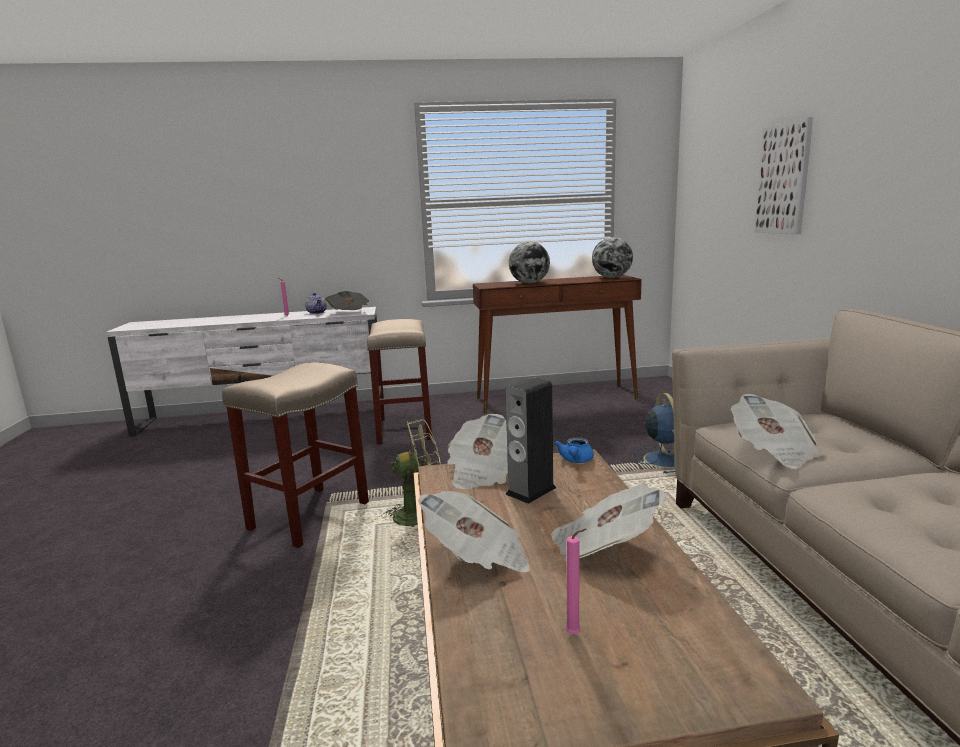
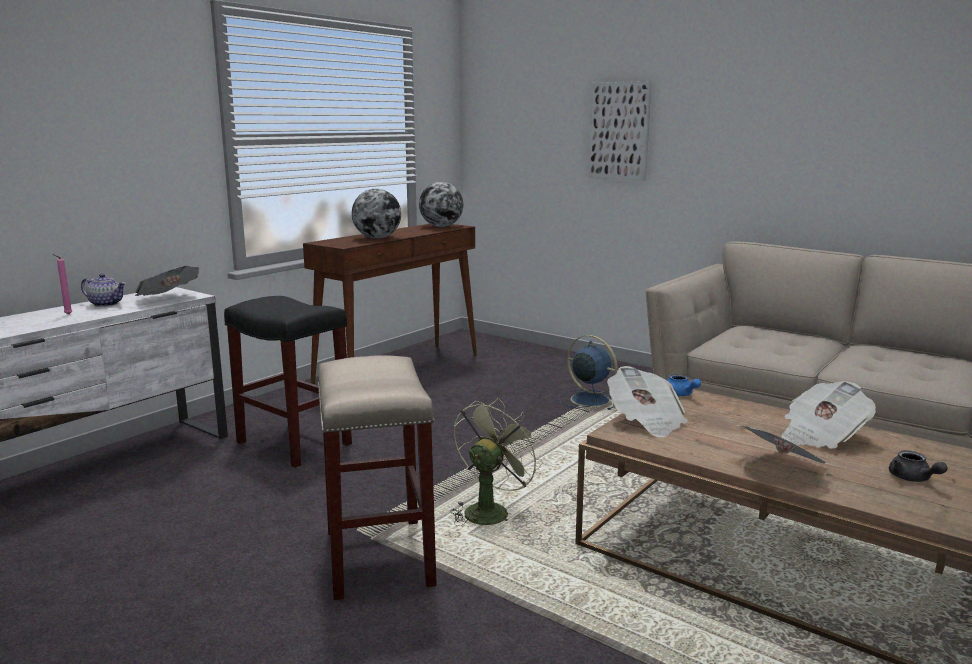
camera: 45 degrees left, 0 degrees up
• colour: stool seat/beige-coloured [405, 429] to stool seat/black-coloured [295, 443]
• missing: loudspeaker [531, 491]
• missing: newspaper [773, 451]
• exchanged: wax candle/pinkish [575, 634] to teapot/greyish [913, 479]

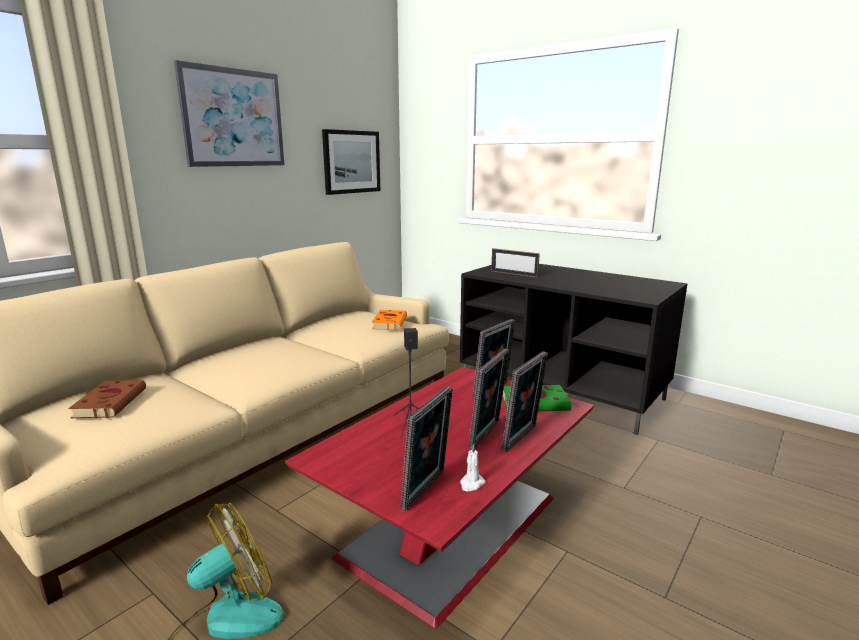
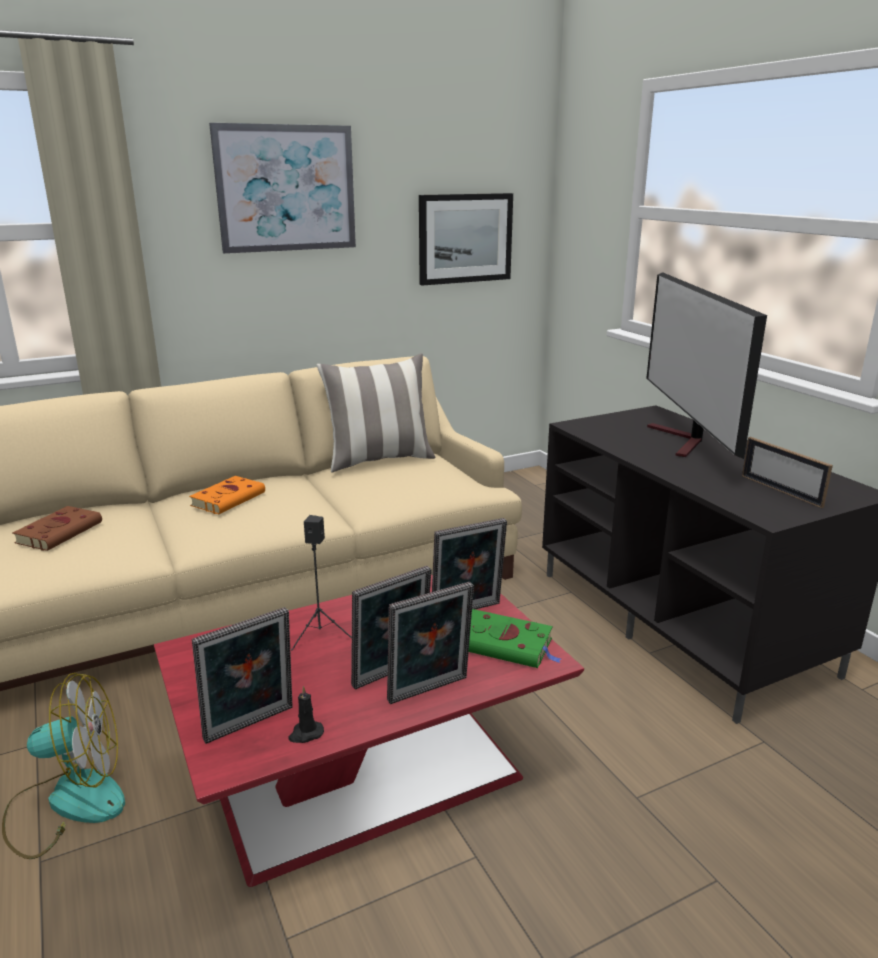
camera: 25 degrees right, 5 degrees up
• relocated: standing frame [514, 274] to [780, 491]
• relocated: book/orange [389, 322] to [230, 498]
• colour: wax candle/white [471, 484] to wax candle/black-coloured [305, 734]
• appeared: TV set [683, 441]
• appeared: throw pillow [379, 460]

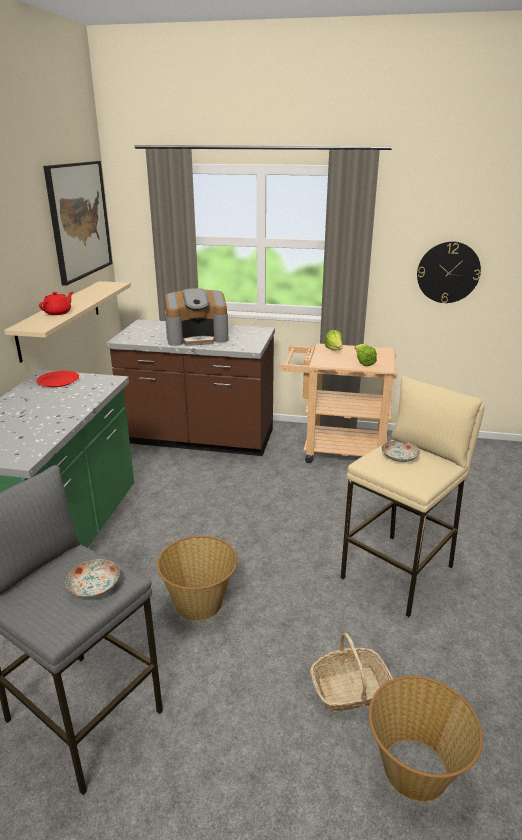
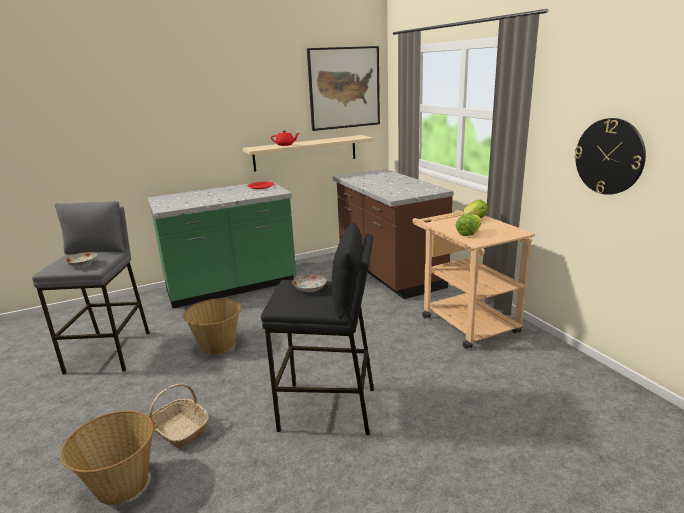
camera: 55 degrees right, 5 degrees down
• missing: coffee maker [197, 337]
• colour: stool seat/beige-coloured [399, 573] to stool seat/black-coloured [328, 409]

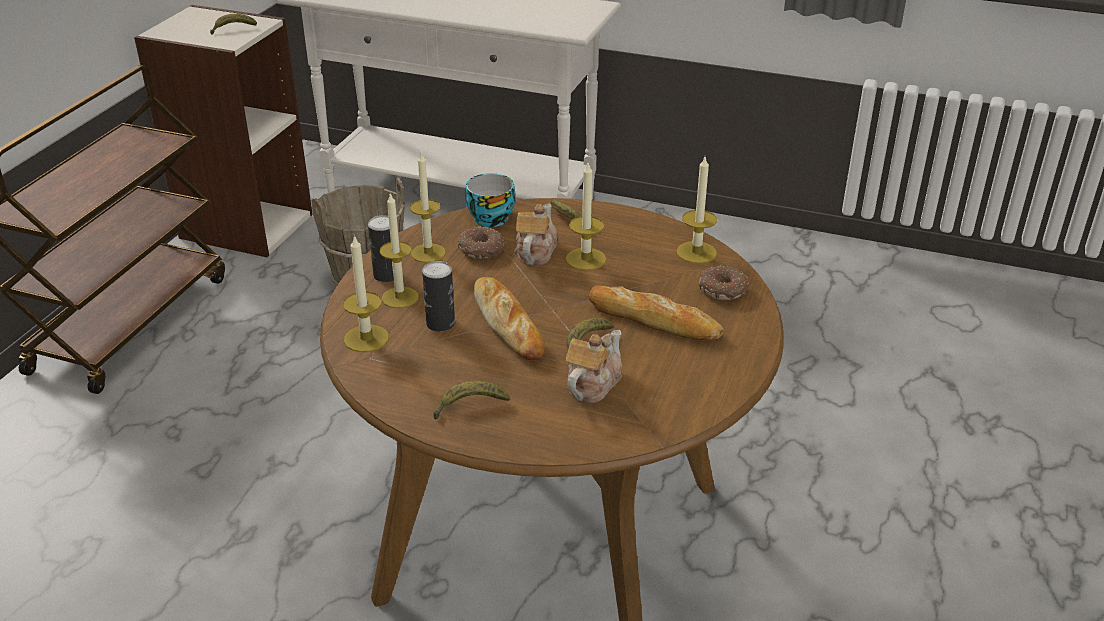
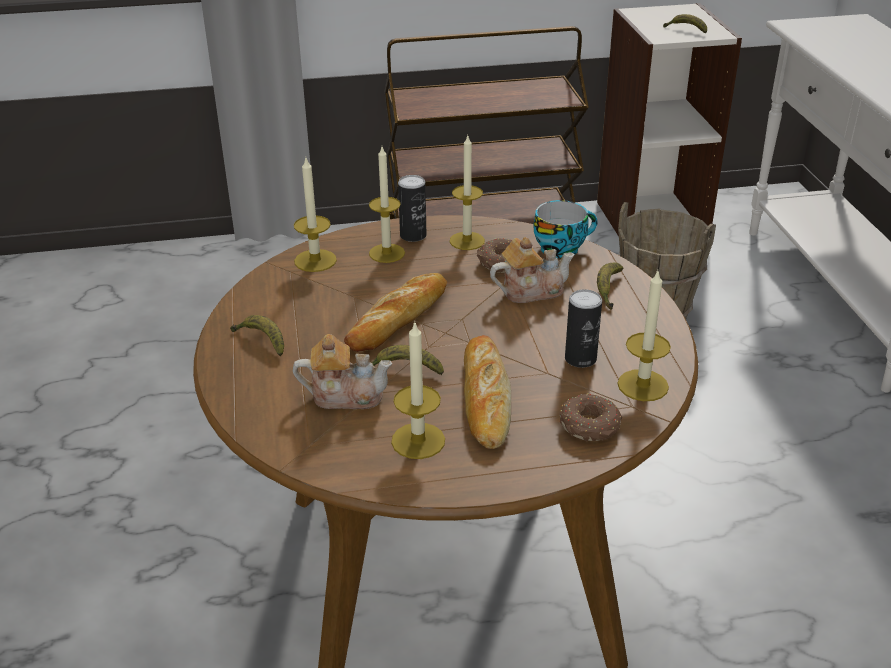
camera: 60 degrees right, 0 degrees up
• relocated: wax candle [585, 259] to [418, 441]
• relocated: sealed can [440, 324] to [580, 359]

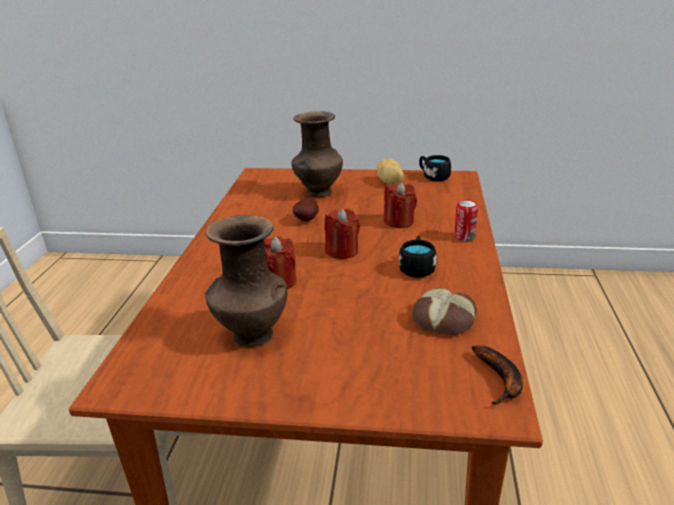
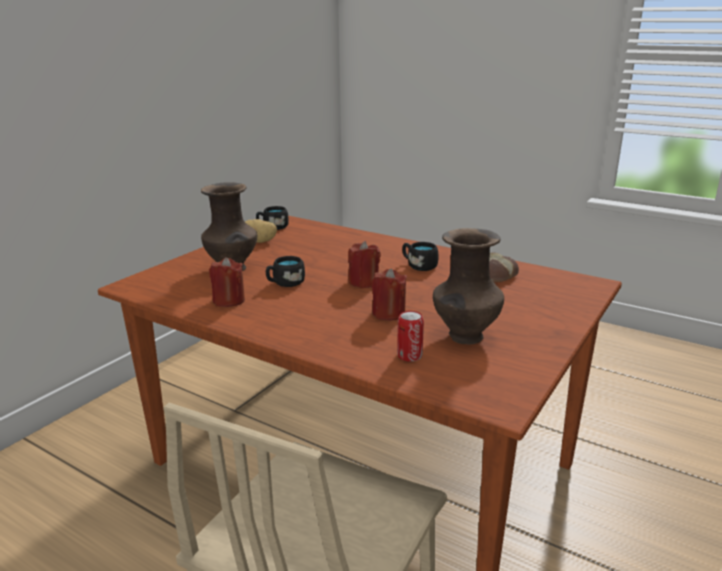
camera: 65 degrees left, 5 degrees down
• relocated: wax candle/red-coloured [399, 222] to [229, 300]
• exchanged: spud [307, 220] to tea mug/black-coloured [285, 283]
• relocated: sealed can [464, 237] to [409, 356]
• missing: banana [501, 380]

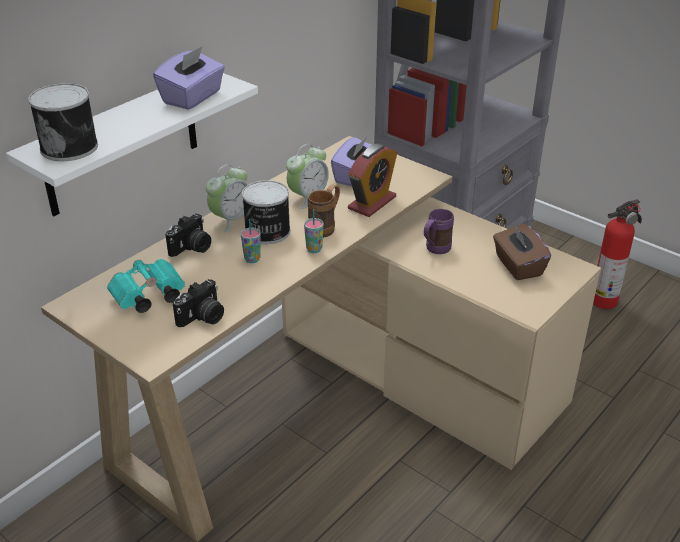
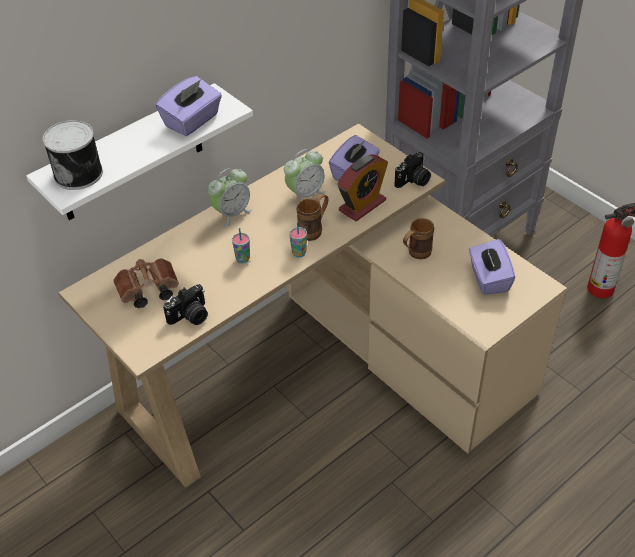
camera: 10 degrees right, 10 degrees up
• missing: sealed can [267, 232]
• colour: tea mug/purple [434, 250] to tea mug/brownish [415, 254]
• relocated: photo camera [192, 248] to [413, 181]
• colour: box of tissues/brownish [518, 266] to box of tissues/purple [488, 279]
• colour: binoculars/turquoise [147, 298] to binoculars/brownish [147, 292]

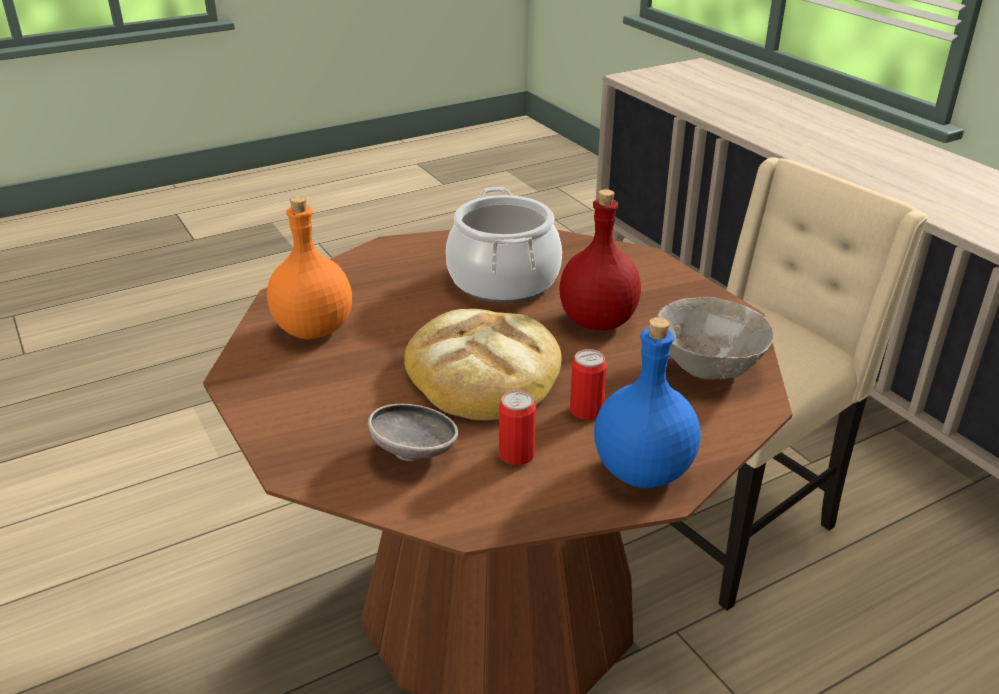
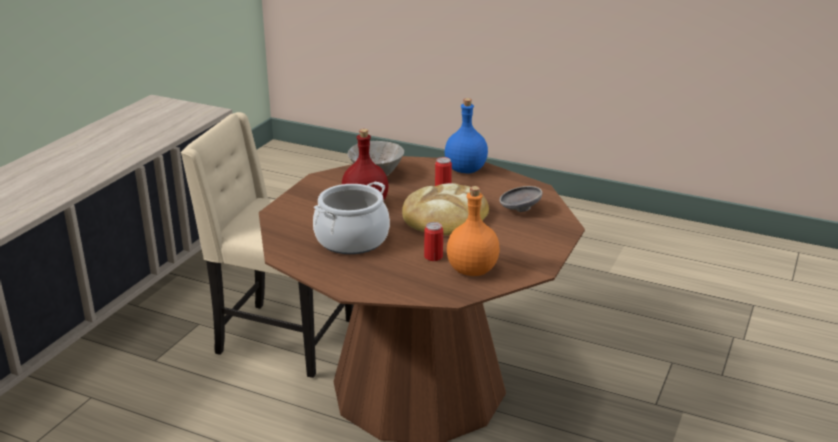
camera: 125 degrees left, 5 degrees down
• relocated: sealed can [516, 455] to [433, 257]

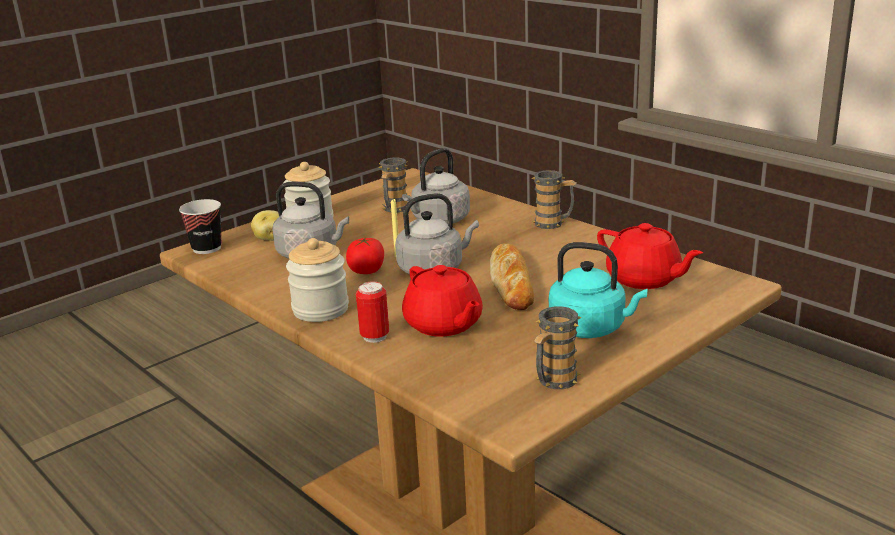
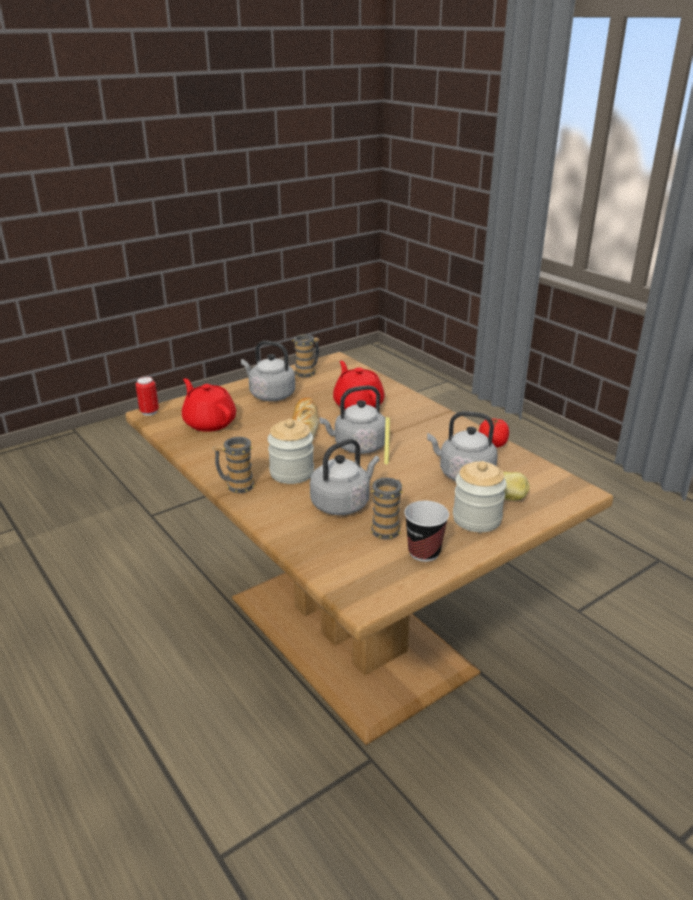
camera: 175 degrees left, 5 degrees up
• relocated: cup [207, 248] to [424, 552]
• relocated: fresh tomato [366, 271] to [492, 444]
• relocated: jar [320, 309] to [291, 473]
• colour: kettle/turquoise [591, 328] to kettle/greyish [270, 395]
• relocated: sealed can [375, 337] to [149, 412]

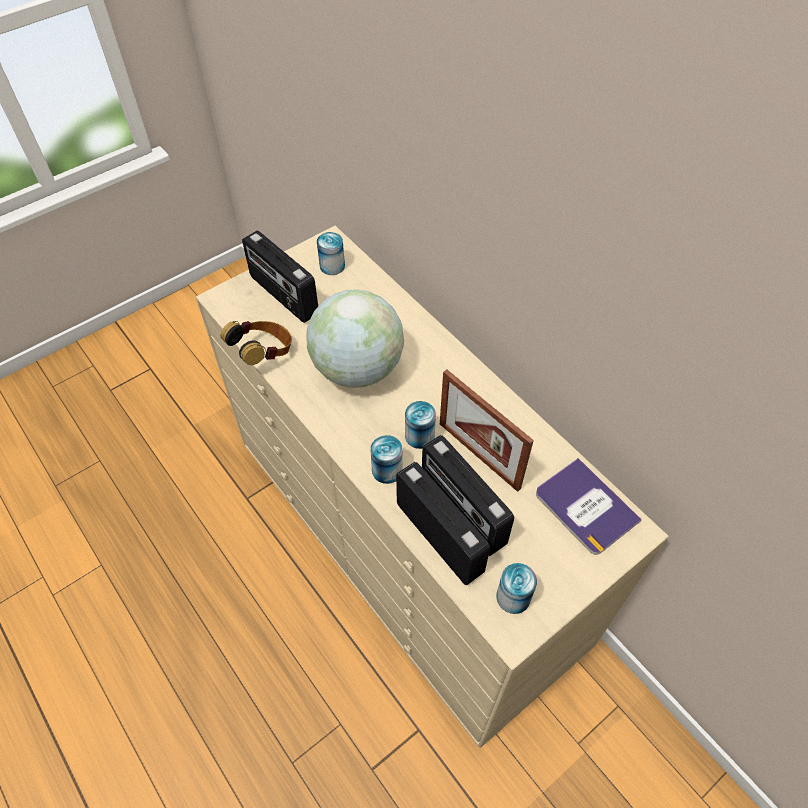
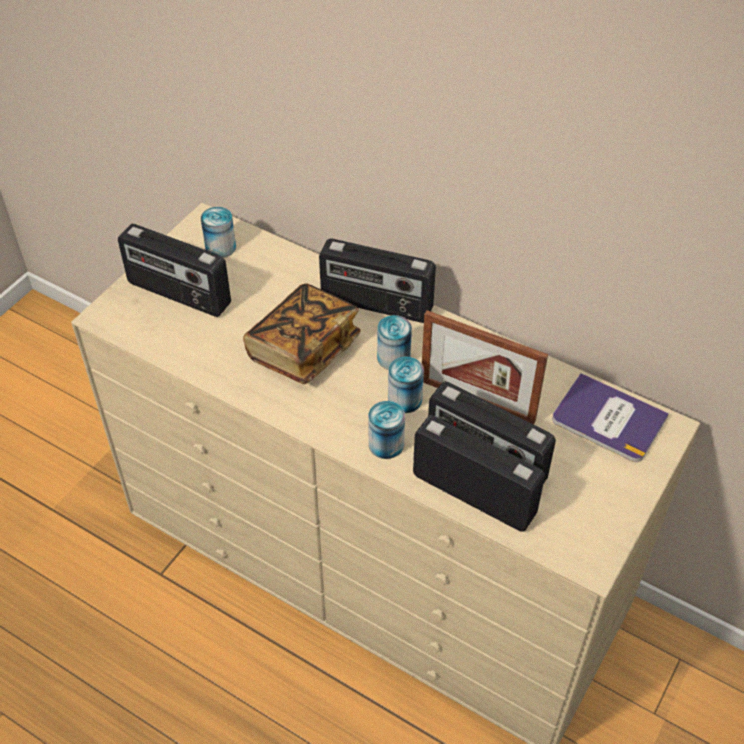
camera: 20 degrees left, 5 degrees down
• exchanged: globe [358, 368] to book [303, 349]
• missing: headphones [264, 354]
• relocated: sealed can [513, 597] to [393, 357]
• appeared: radio receiver [376, 305]

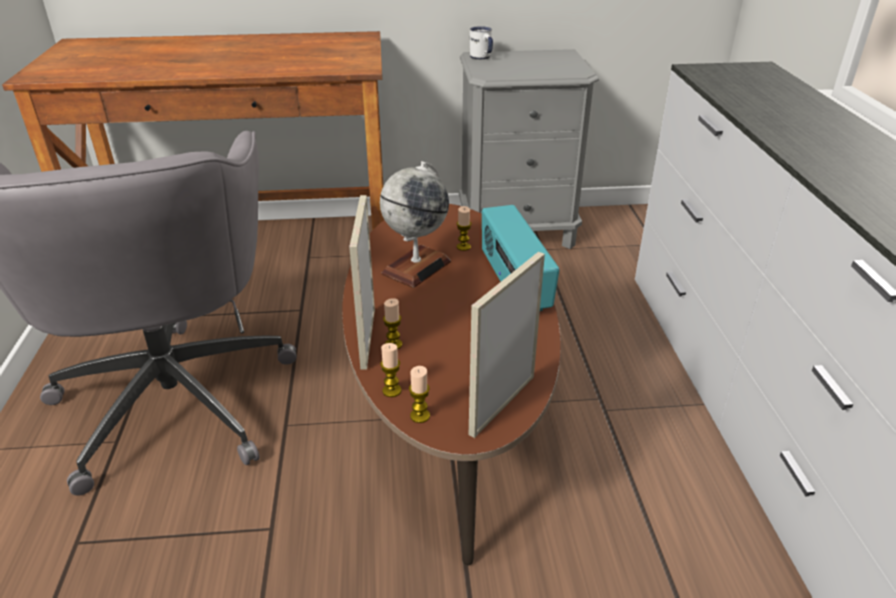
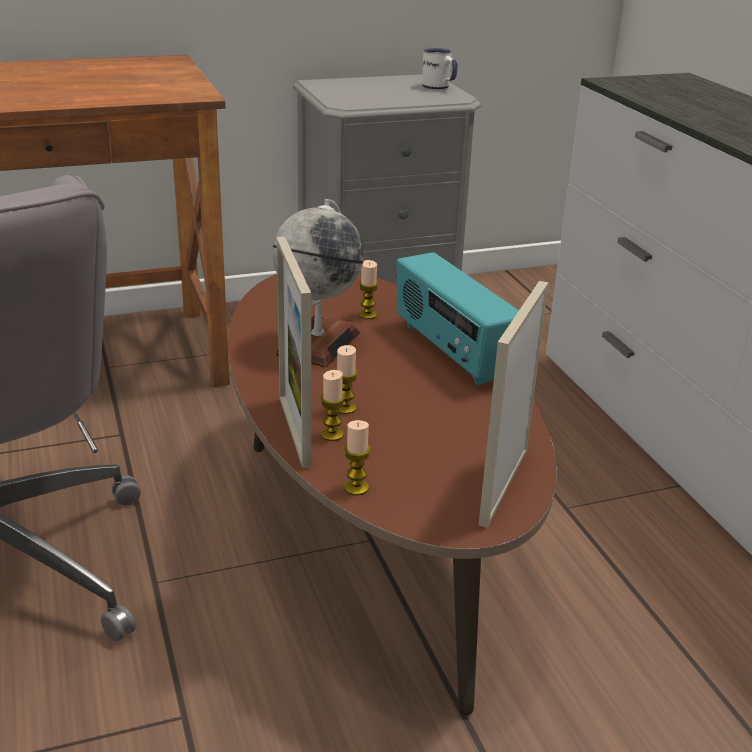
camera: 15 degrees left, 5 degrees down
• relocated: tea mug/white [481, 58] to [439, 88]
• relocated: wax candle [420, 416] to [345, 408]

